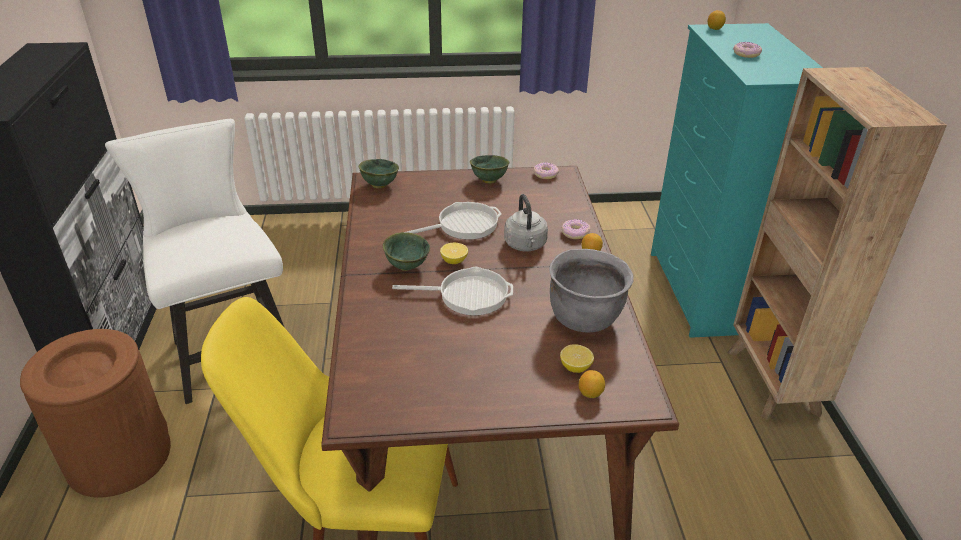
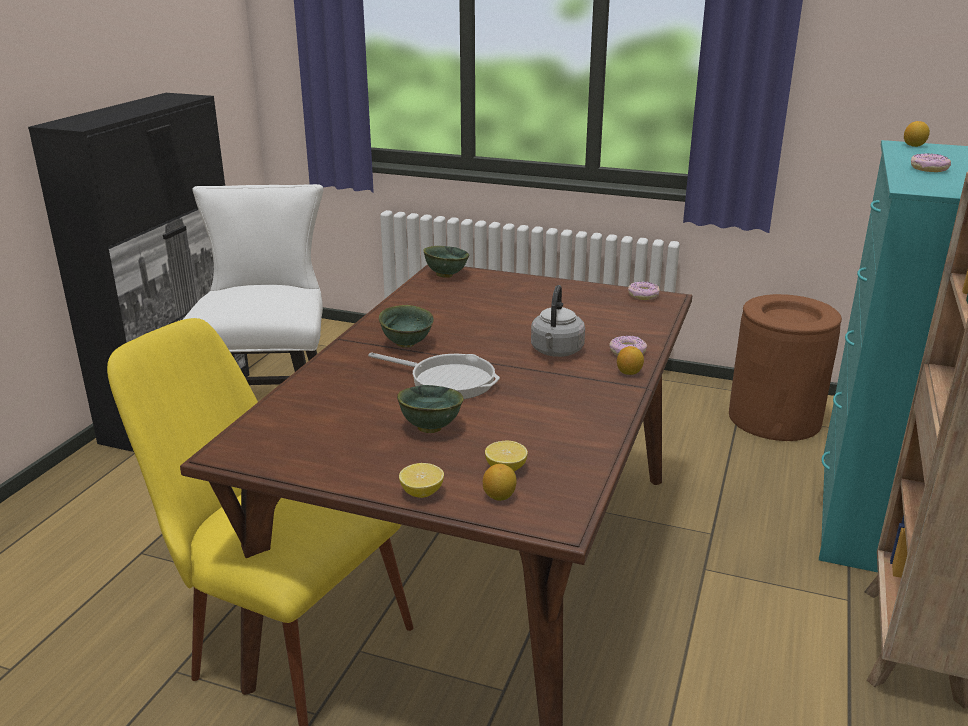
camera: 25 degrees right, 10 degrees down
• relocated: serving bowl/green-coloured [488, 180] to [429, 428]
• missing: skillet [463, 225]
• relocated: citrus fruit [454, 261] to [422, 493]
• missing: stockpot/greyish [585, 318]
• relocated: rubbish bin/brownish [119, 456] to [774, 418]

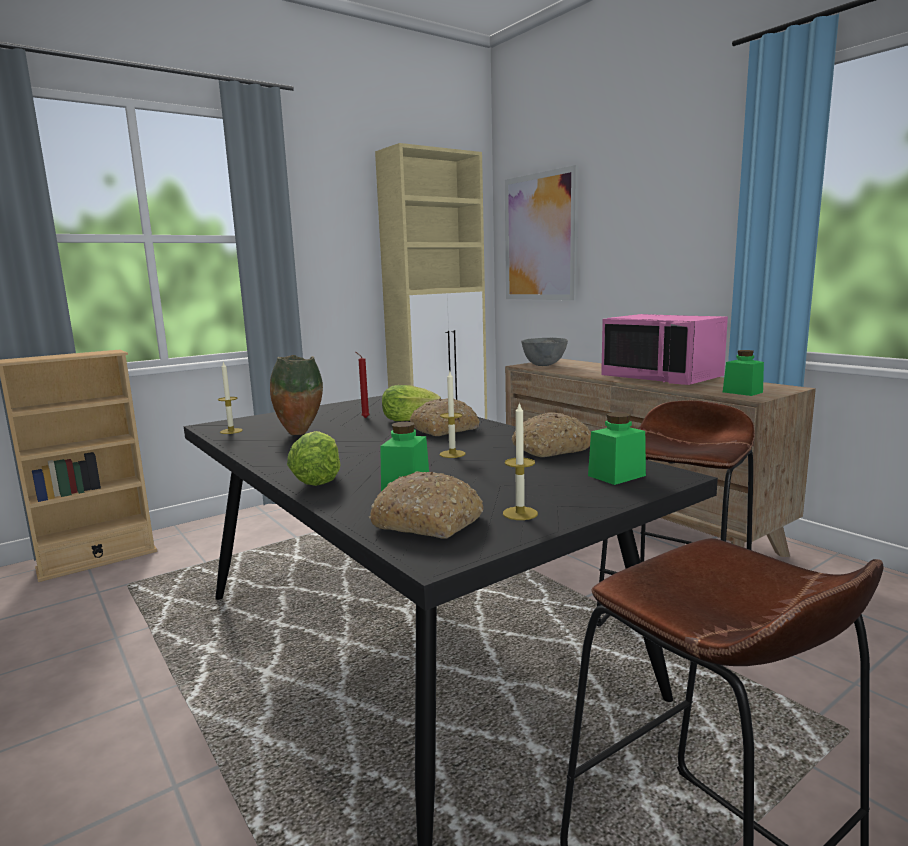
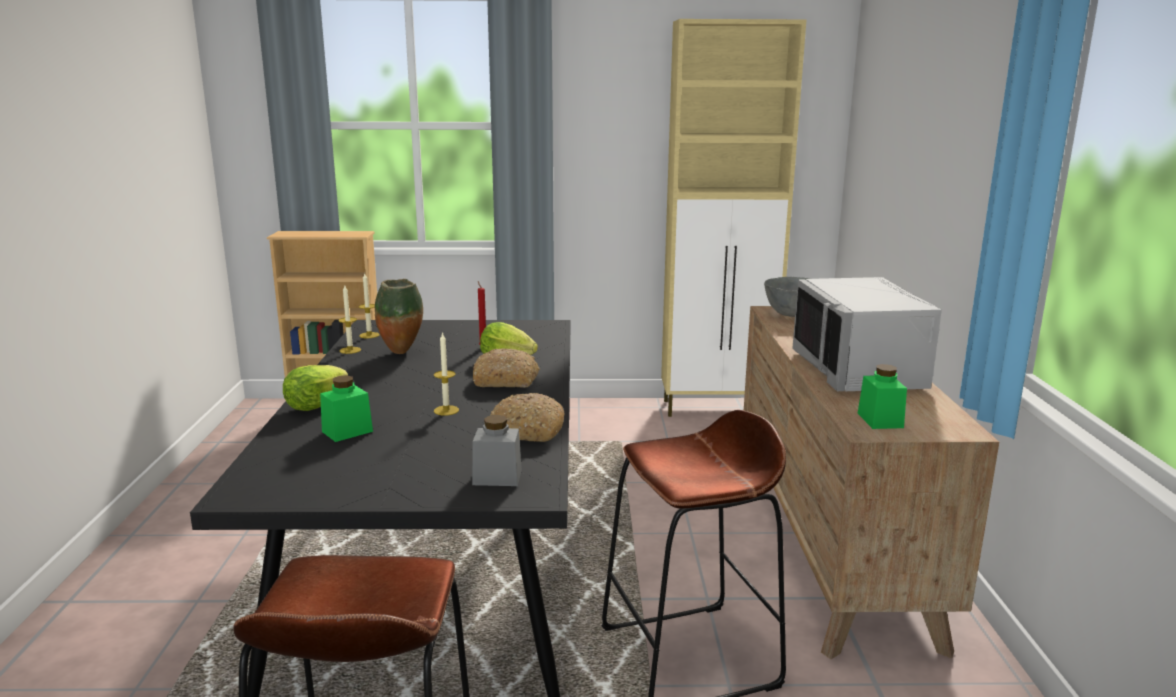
camera: 35 degrees right, 5 degrees up
• missing: wall art [540, 237]
• colour: kitchen microwave/pinkish [662, 378] to kitchen microwave/greyish [859, 371]
• relocated: wax candle [520, 513] to [350, 350]
• colour: jar/green-coloured [616, 475] to jar/greyish [497, 477]
• missing: bread [429, 522]

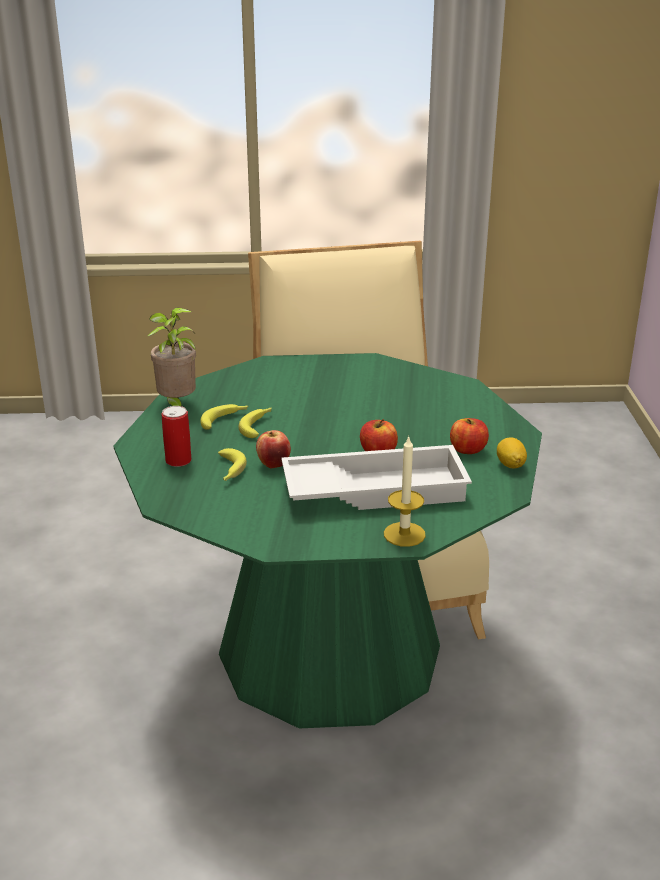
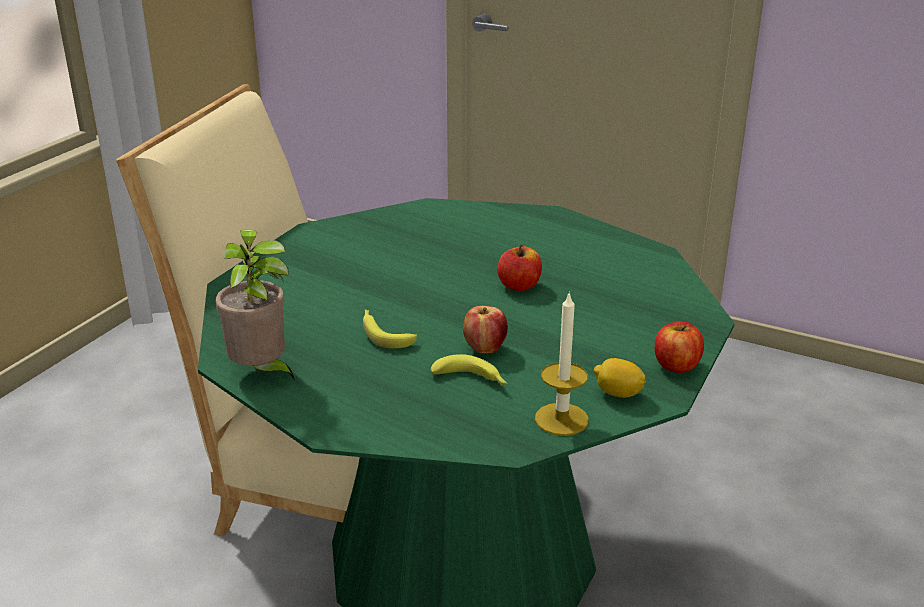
camera: 60 degrees left, 0 degrees up
• missing: banana [224, 420]
• missing: sealed can [178, 460]
• relocated: apple [468, 450] to [676, 365]
• relocated: wax candle [404, 534] to [561, 419]
• relocated: citrus fruit [510, 465] to [618, 394]
• missing: tray/white [375, 488]

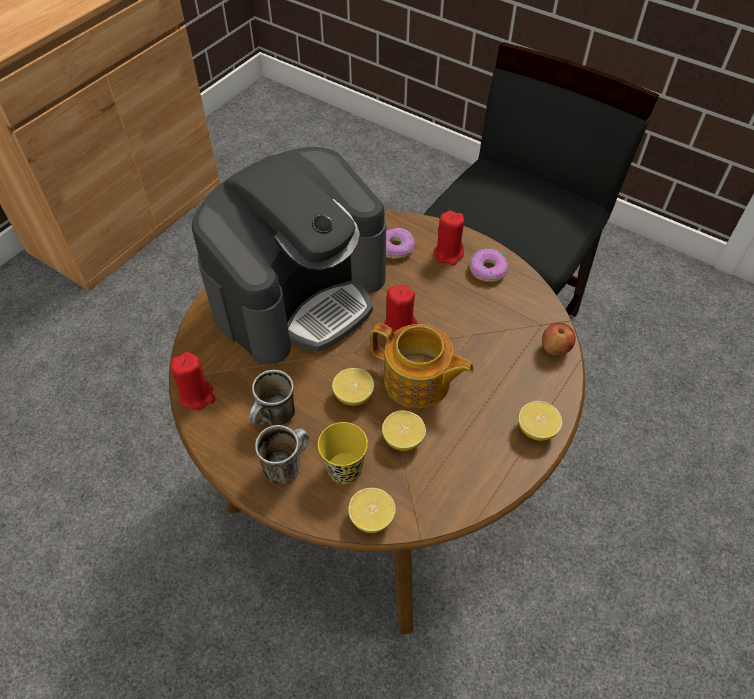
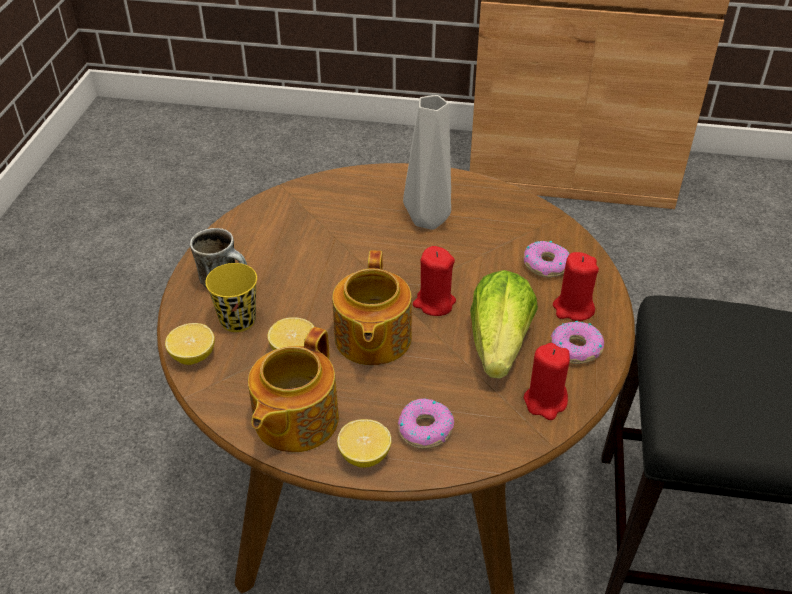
camera: 65 degrees right, 10 degrees down
• exchanged: coffee maker [300, 294] to decorative vase/greyish [428, 221]
• missing: apple [555, 349]
• relocated: wax candle/red-coloured [197, 395] to [545, 402]
• missing: citrus fruit [353, 395]
• missing: tea mug [275, 419]
• appeared: head of lettuce [499, 344]
• appeared: teapot [294, 420]
• appeared: donut [425, 429]

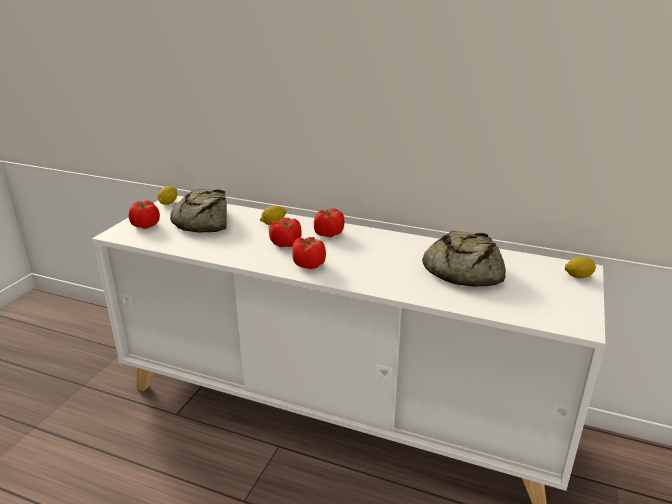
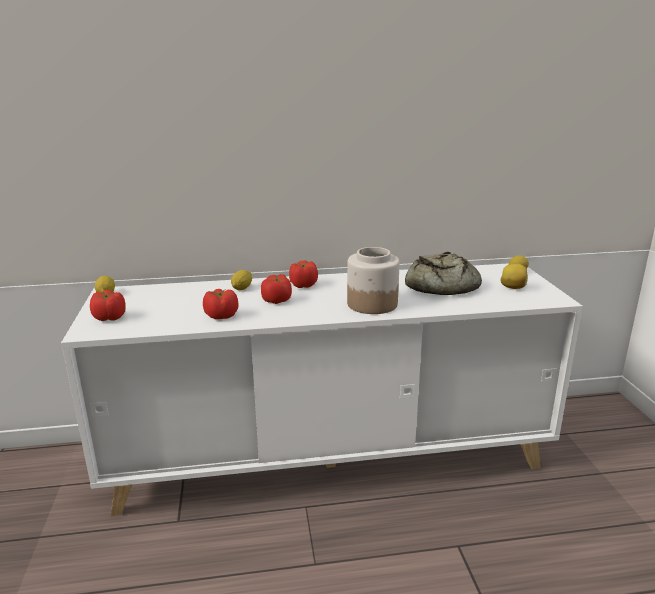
camera: 30 degrees left, 5 degrees down
• missing: bread [203, 221]
• relocated: fresh tomato [308, 264] to [221, 316]
• appeared: jar [371, 304]
• appeared: citrus fruit [513, 287]

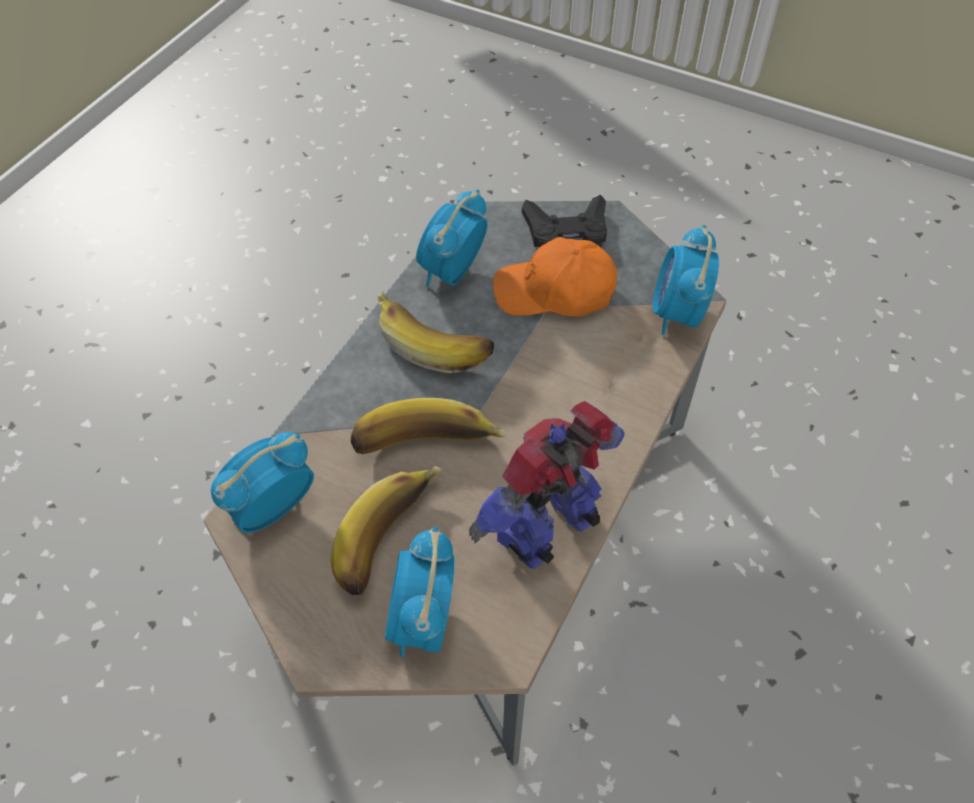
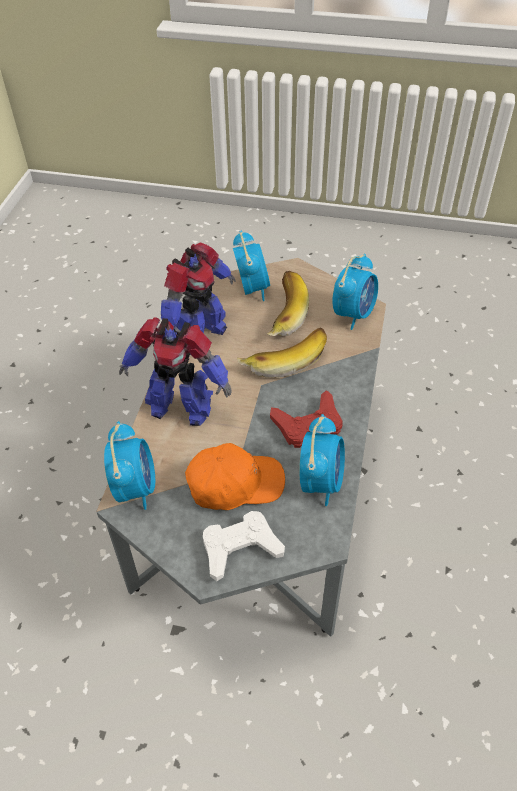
camera: 165 degrees right, 5 degrees down
• colour: game controller/black-coloured [566, 230] to game controller/white [240, 548]
• exchanged: banana [436, 341] to game controller/red-coloured [308, 424]
• appeared: model robot [180, 407]

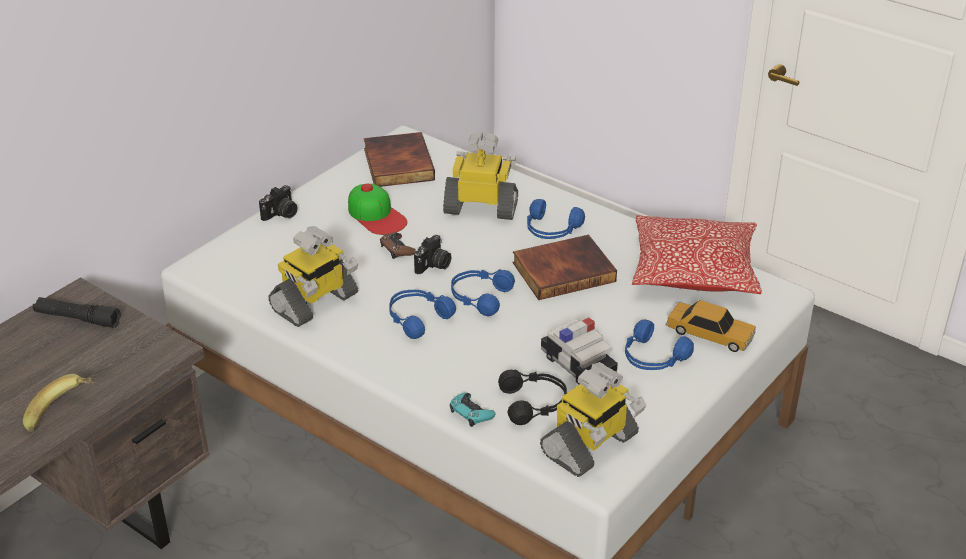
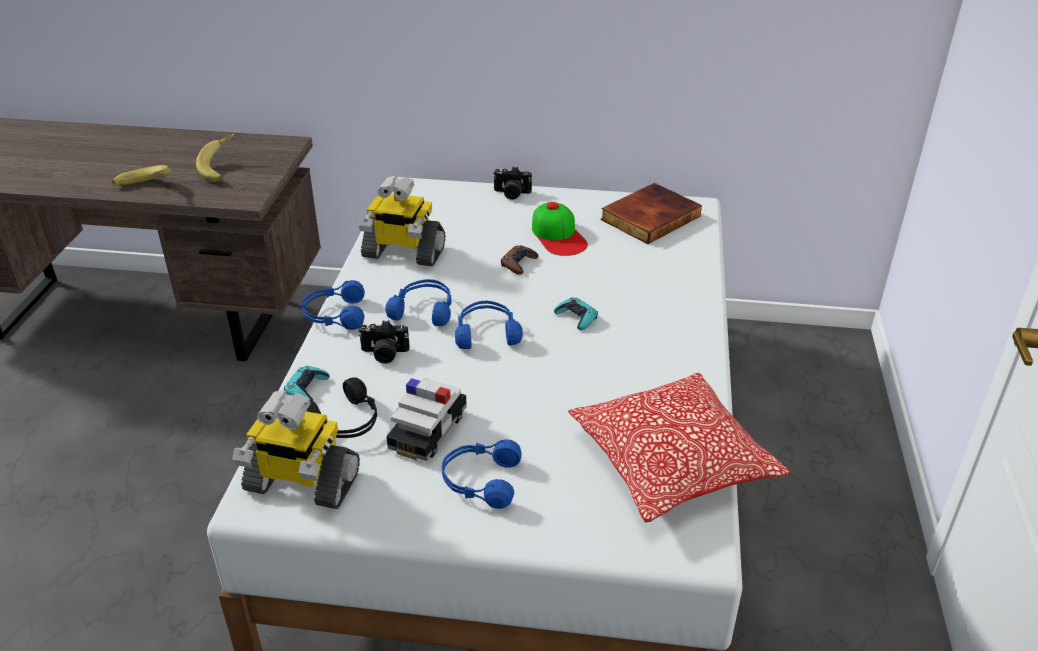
camera: 60 degrees right, 0 degrees up
• missing: model robot [482, 207]
• spun: cap [376, 215] = [558, 236] 45 degrees counterclockwise
• relocated: headphones/bluish [551, 230] to [334, 315]
• relocated: photo camera [433, 265] to [384, 354]
• missing: book [563, 270]
• missing: hand torch/black-coloured [77, 319]
• missing: miniature car [710, 334]
• appeared: banana [224, 169]
• appeared: game controller/turquoise [576, 317]

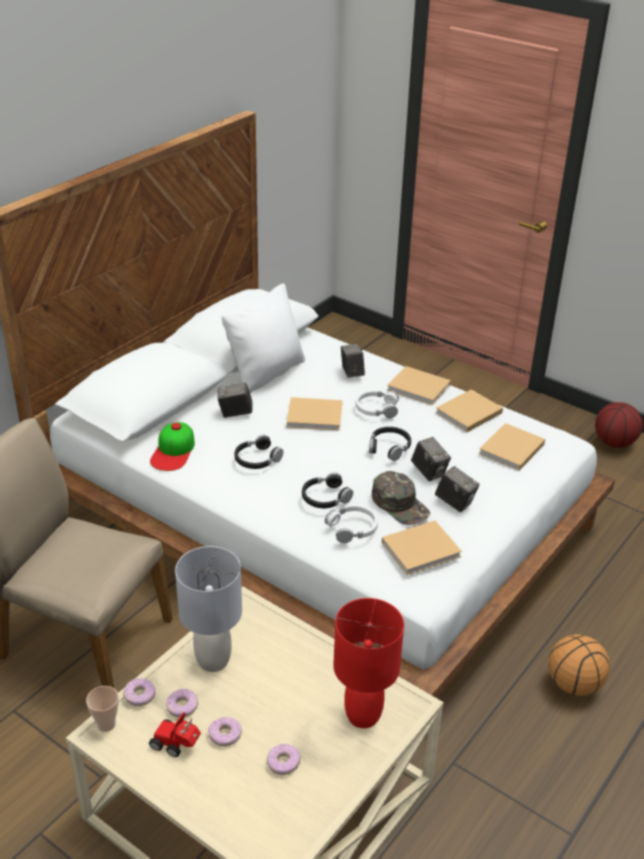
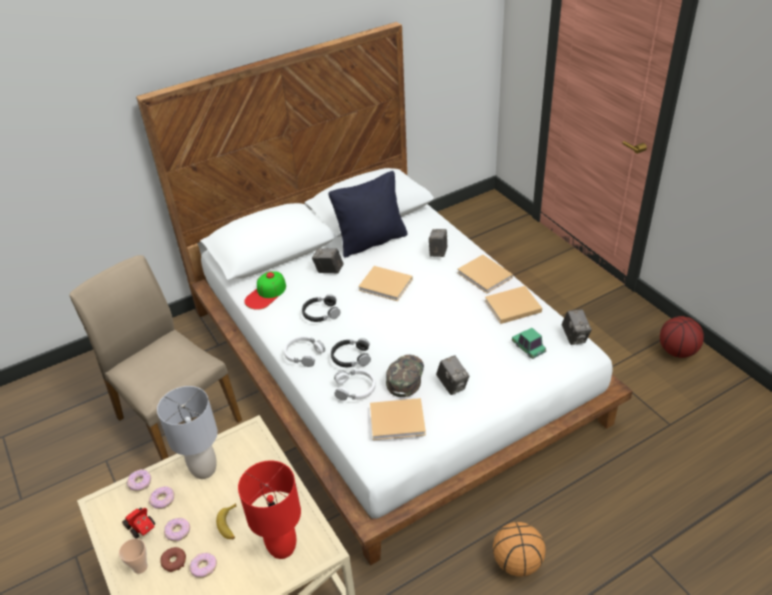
camera: 25 degrees right, 5 degrees up
• colour: throw pillow/white [266, 374] to throw pillow/black-coloured [371, 241]
• relocated: headphones/white [376, 409] to [303, 354]
• exchanged: book/beige-coloured [510, 450] to miniature car [528, 347]
• missing: headphones/black-coloured [389, 447]
• relocated: photo camera [429, 472] to [574, 337]
• spun: cap/green-coloured [400, 504] = [404, 377] 150 degrees counterclockwise
• relocated: cup [106, 724] to [140, 567]
• appeared: banana [229, 525]
• appeared: donut [174, 561]

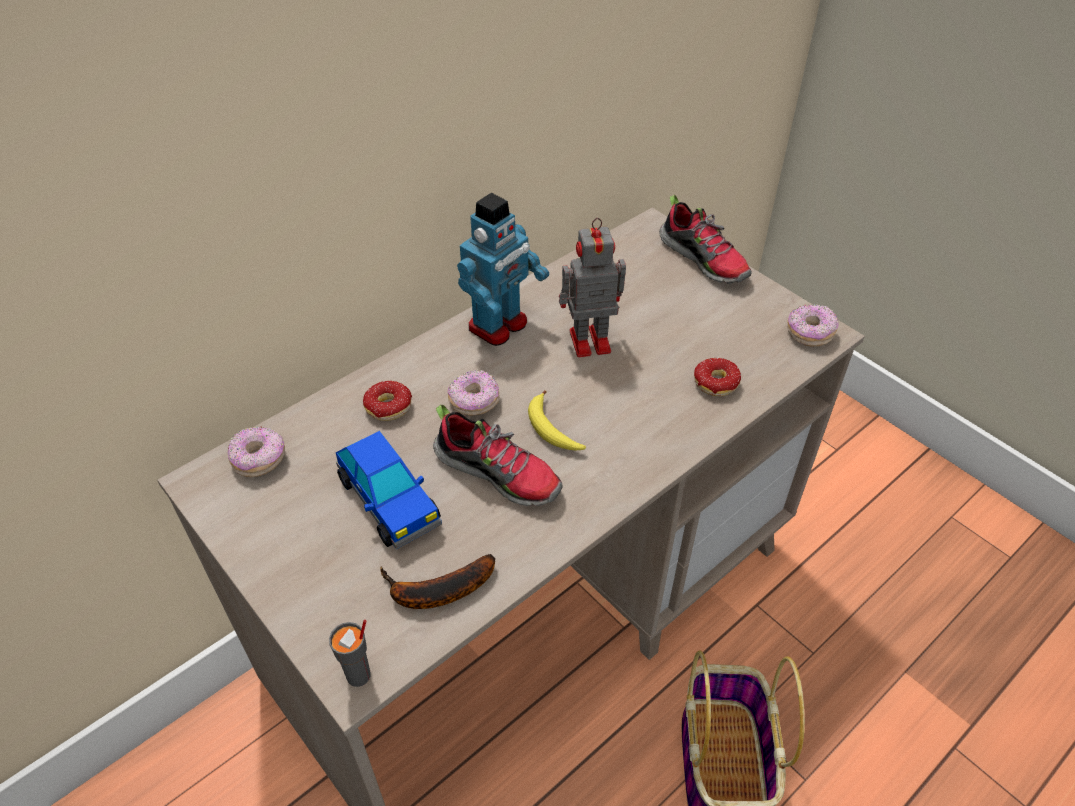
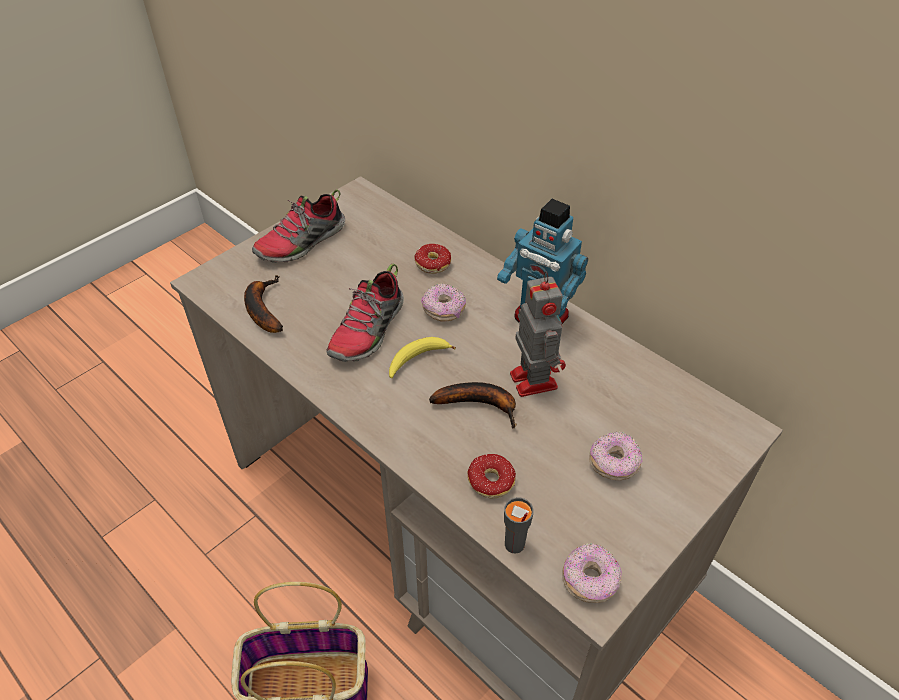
camera: 85 degrees right, 0 degrees up
• relocated: low shoe [704, 259] to [302, 243]
• relocated: donut [259, 459] to [614, 464]
• missing: miniature car [389, 501]
• relocated: cup/greyish [359, 675] to [514, 545]
• appeared: banana [481, 404]

